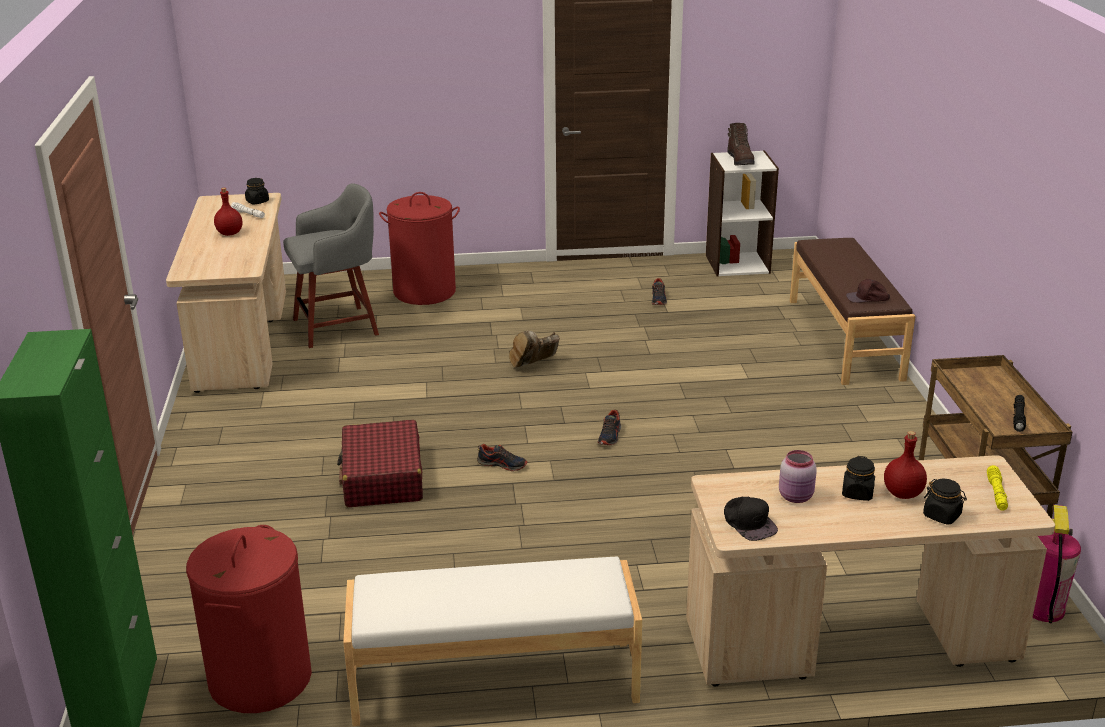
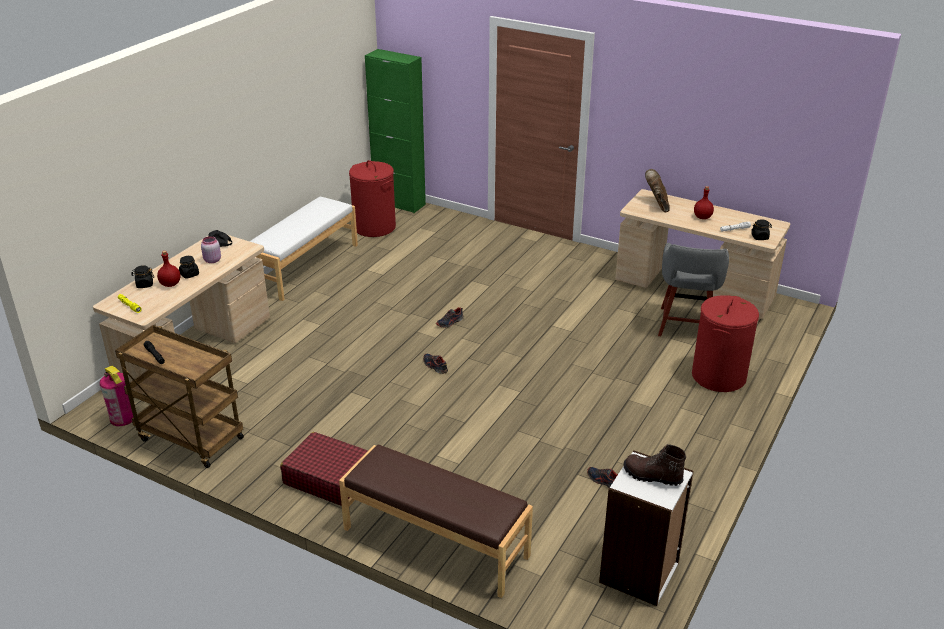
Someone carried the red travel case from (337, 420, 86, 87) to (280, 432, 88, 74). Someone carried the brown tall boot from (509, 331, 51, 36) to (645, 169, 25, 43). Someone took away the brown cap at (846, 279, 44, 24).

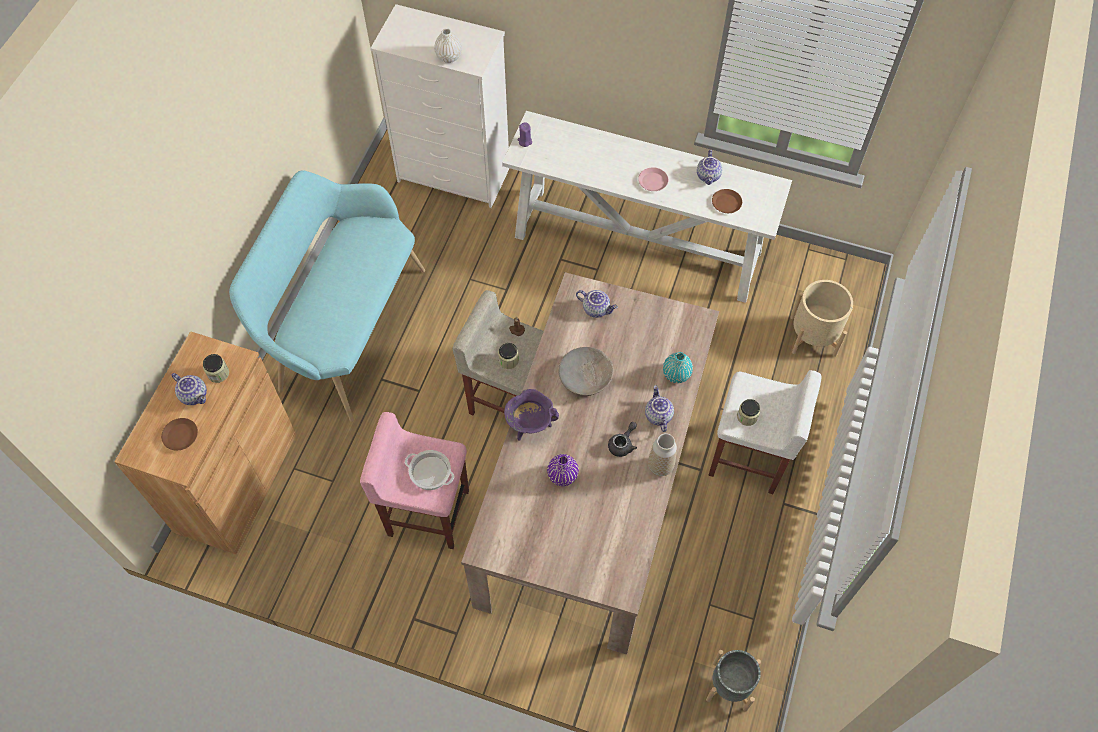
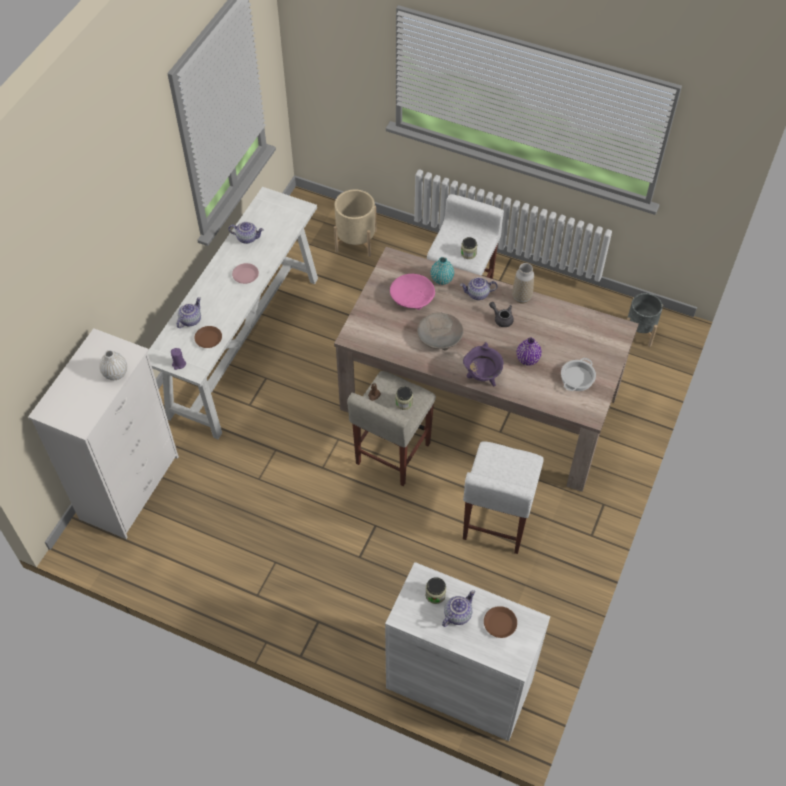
Someone carried the pot for tea from (576, 290, 42, 28) to (177, 297, 24, 31). Someone carried the brown flat dish from (712, 189, 30, 24) to (194, 326, 28, 22). Someone repainted the brown cabinet at (114, 331, 182, 223), which became the white-coloured cabinet at (385, 562, 165, 179). Someone put down the pink-coloured deep dish at (390, 274, 45, 36). Someone repainted the pink-coloured stool seat at (360, 412, 109, 137), which became the white-coloured stool seat at (463, 441, 81, 113). Someone carried the stockpot from (405, 450, 49, 40) to (561, 358, 35, 33). Someone took away the turquoise-coloured long seat at (229, 170, 196, 252).

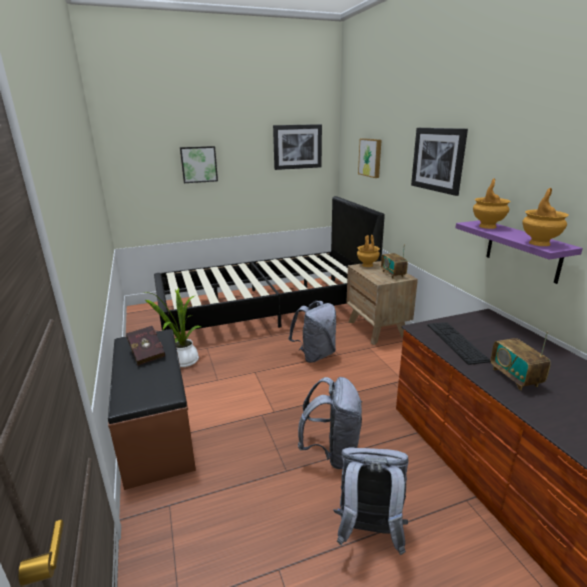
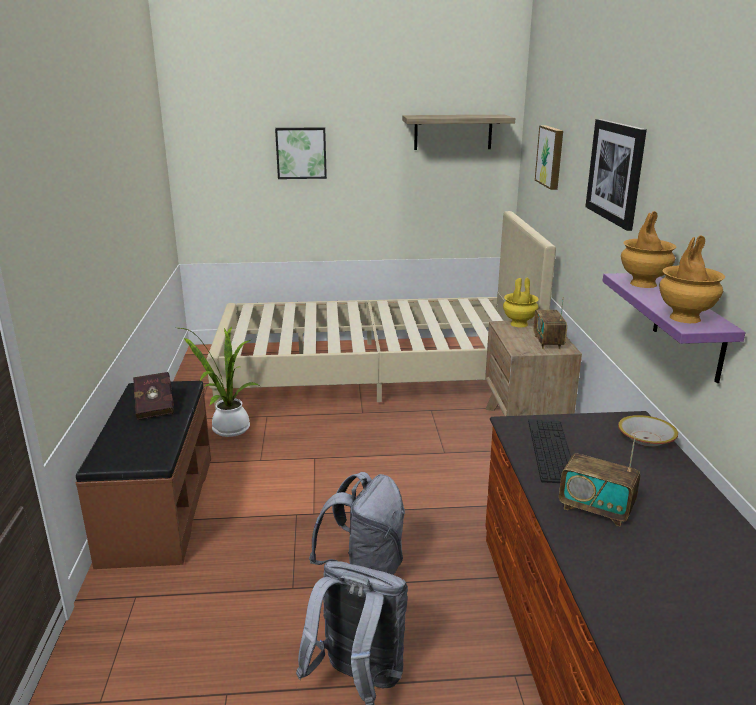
Someone repainted the black-coloured bedroom bed at (154, 196, 231, 136), which became the beige bedroom bed at (206, 211, 350, 199). Someone swapped the wall art at (273, 124, 49, 46) for the wall shelf at (402, 115, 113, 35). Someone repainted the brown flower vase at (357, 235, 23, 32), which became the yellow-coloured flower vase at (503, 278, 36, 49). Someone rotated the radio at (491, 331, 60, 59) by 60 degrees counterclockwise. Someone put down the deep dish at (618, 415, 60, 32). Someone took away the grey rucksack at (288, 301, 48, 62).

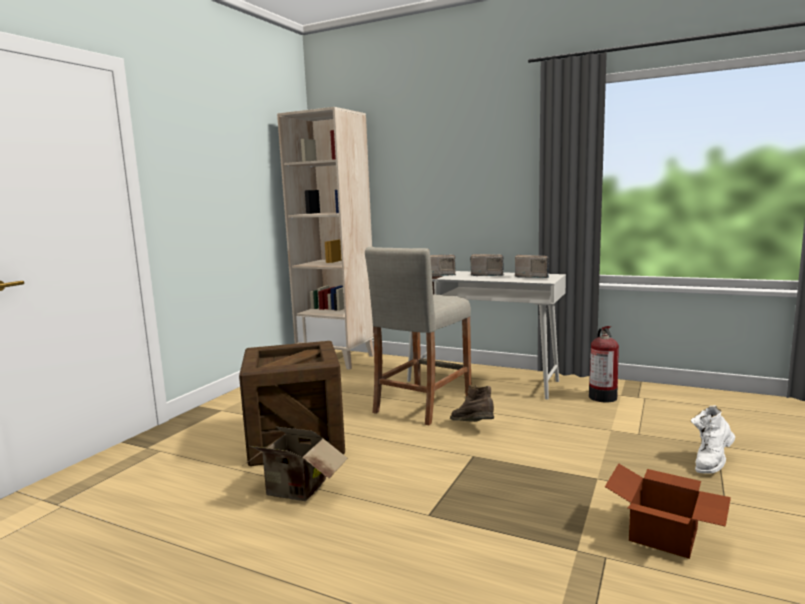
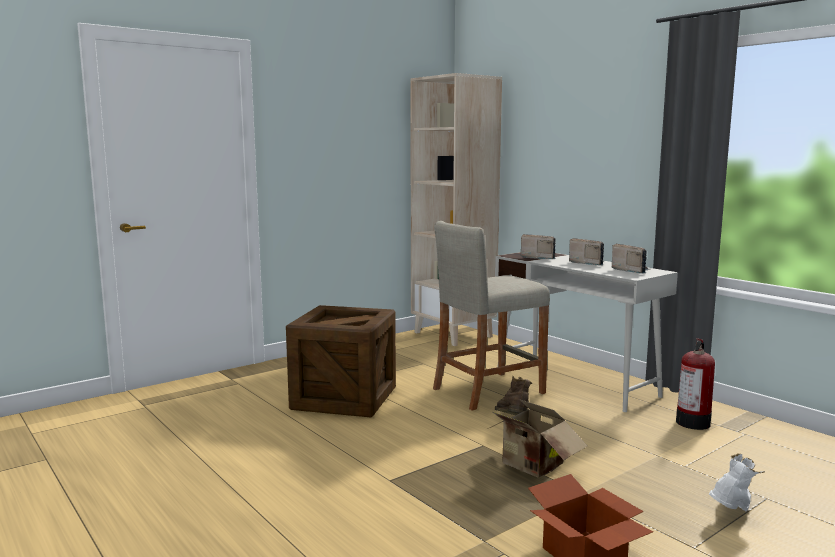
Someone carried the carton from (244, 426, 104, 75) to (488, 399, 99, 79). Someone rotated the white-coloured tall boot at (691, 405, 44, 69) by 150 degrees clockwise.

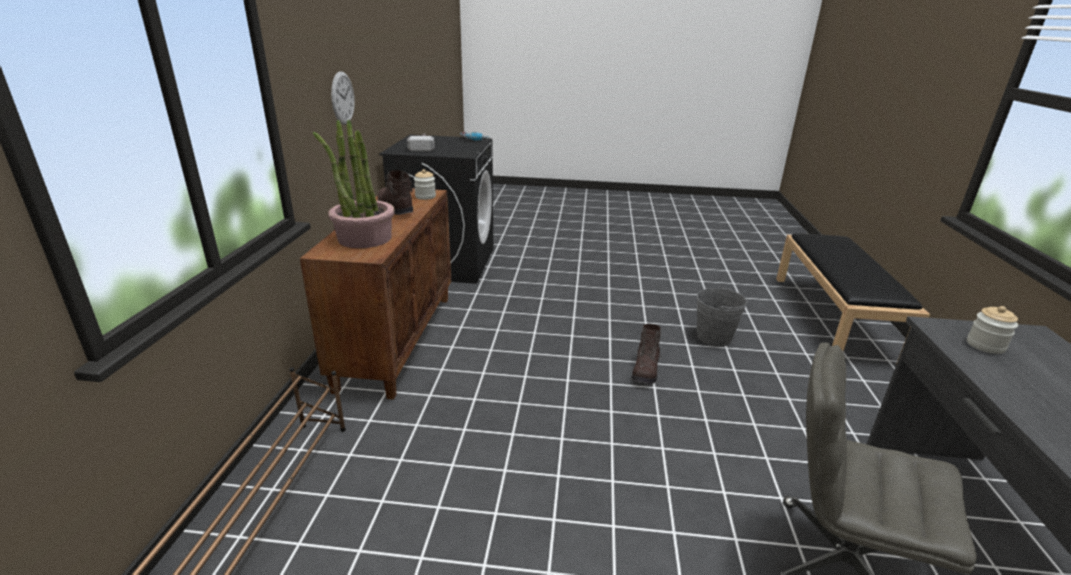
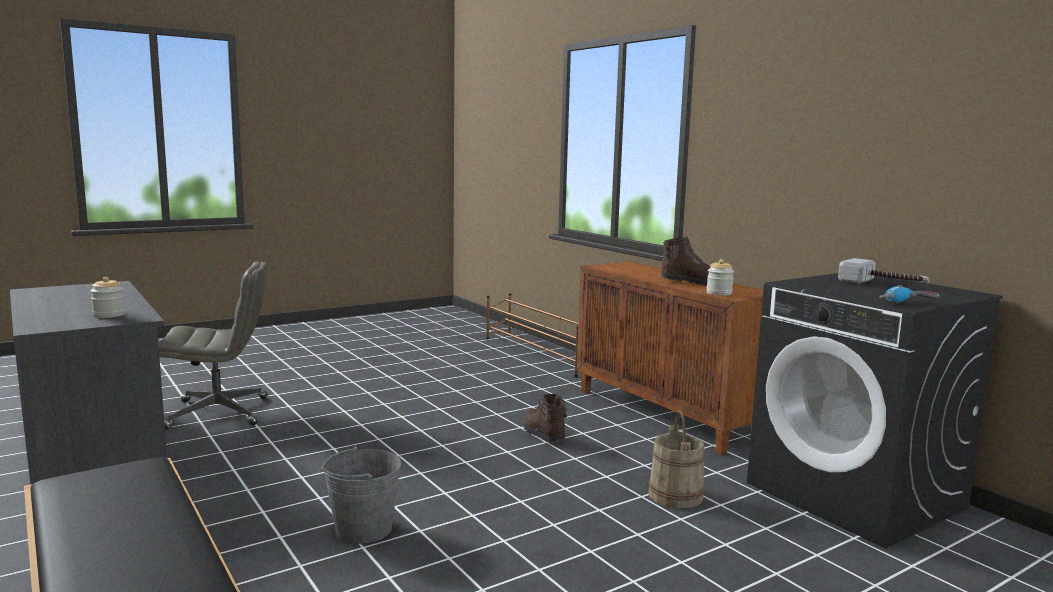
Someone carried the brown tall boot from (631, 324, 30, 60) to (524, 394, 43, 49). Someone put down the beige pail at (648, 411, 57, 97). Someone took away the plant in a pot at (313, 119, 82, 129). Someone took away the clock on the wall at (331, 71, 24, 54).

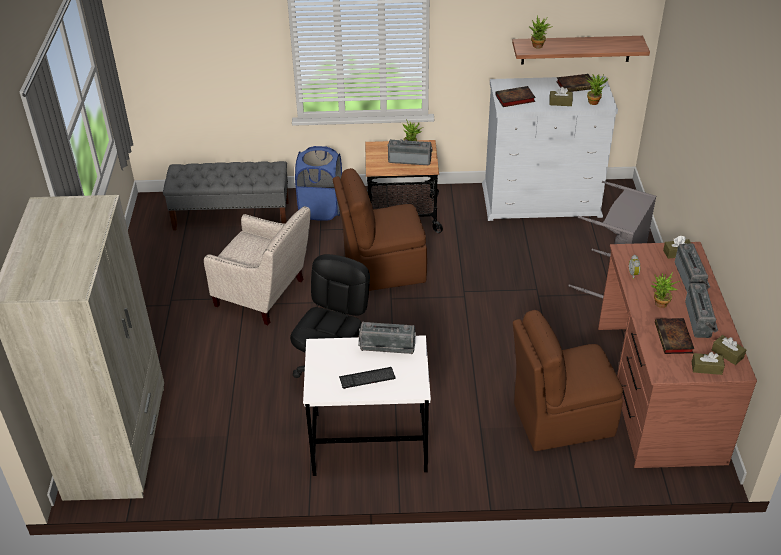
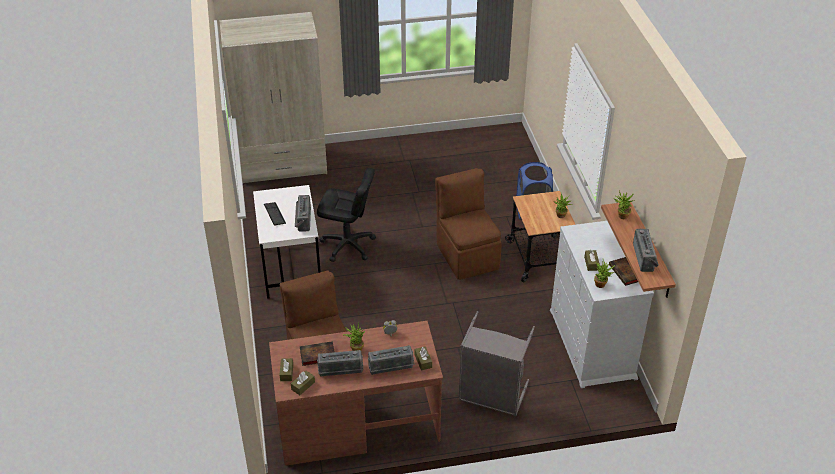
Someone carried the radio from (387, 139, 45, 26) to (633, 229, 26, 43). Someone took away the grey long seat at (163, 161, 126, 70). Someone took away the beige easy chair at (204, 206, 106, 119). Someone took away the bound book at (495, 86, 41, 21).

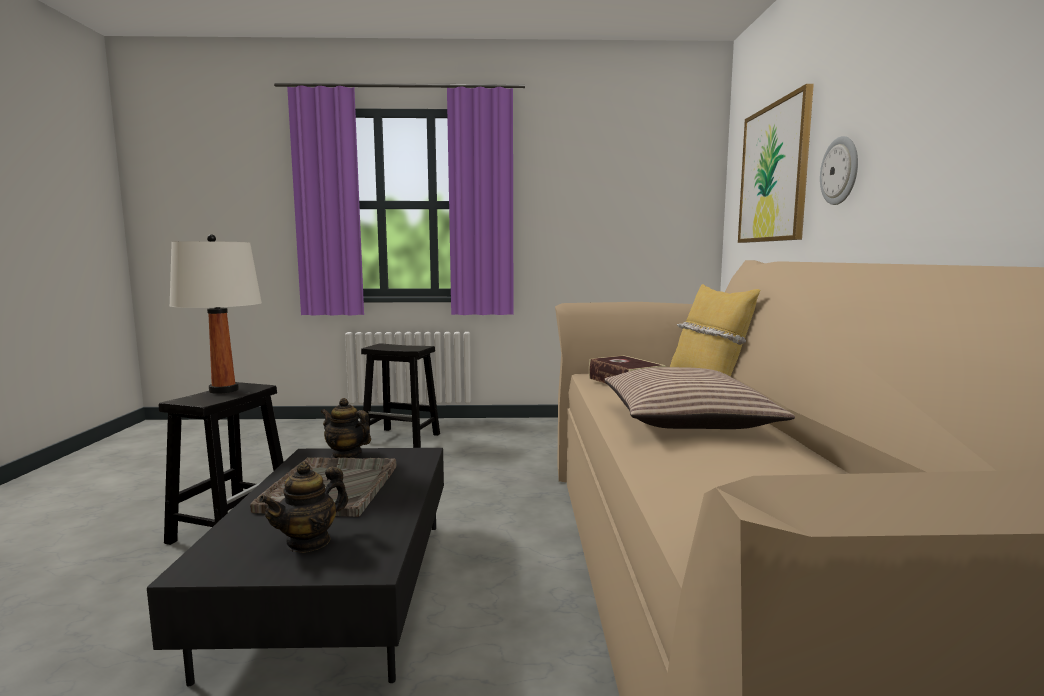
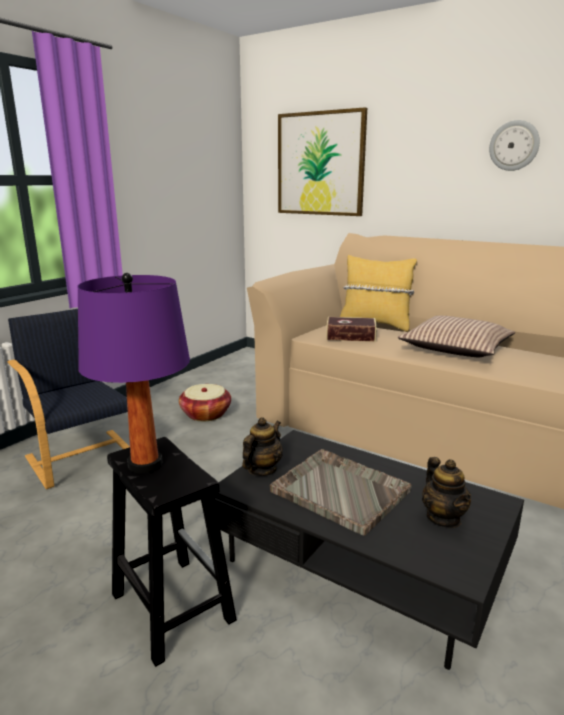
Someone swapped the black-coloured stool seat at (361, 343, 79, 105) for the black-coloured easy chair at (7, 309, 123, 180). Someone repainted the white-coloured table lamp at (170, 234, 92, 160), which became the purple table lamp at (77, 273, 113, 200). Someone put down the basket at (179, 384, 52, 37). Someone rotated the pot for tea at (321, 398, 50, 60) by 150 degrees clockwise. Someone carried the clock on the wall from (820, 136, 38, 69) to (489, 120, 51, 51).

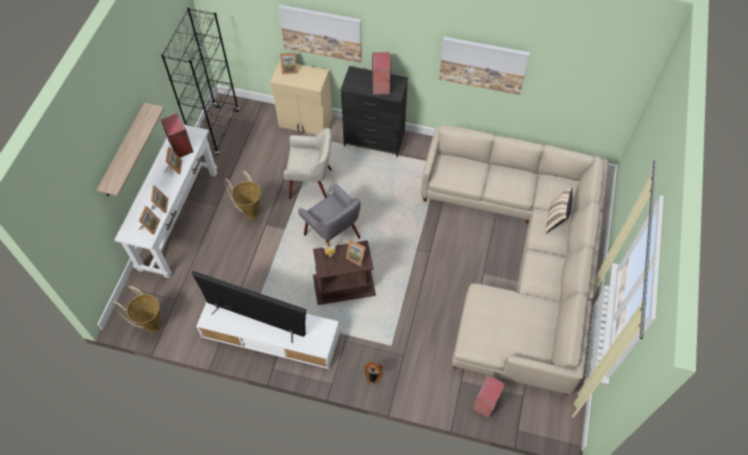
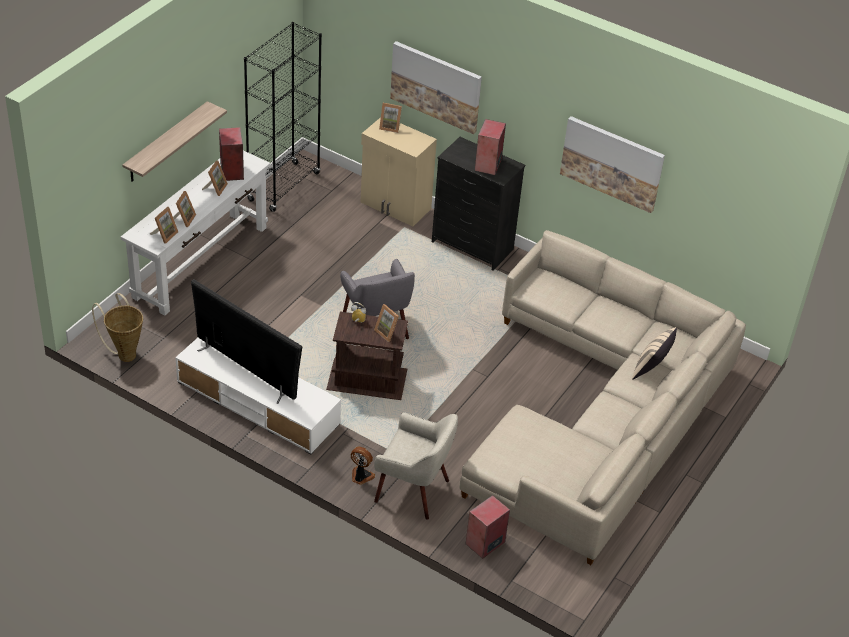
Someone carried the beige easy chair from (283, 128, 49, 71) to (374, 412, 84, 108). Someone took away the basket at (225, 170, 36, 50).

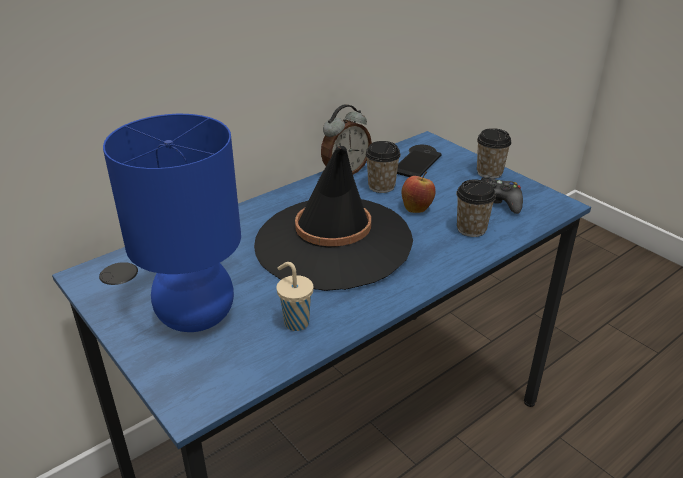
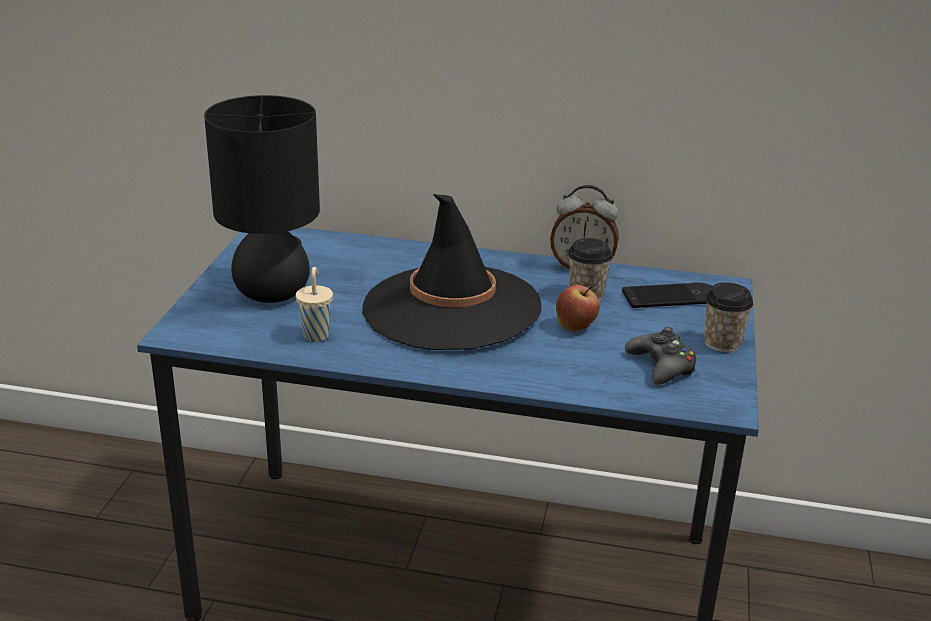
Someone repainted the bluish table lamp at (103, 114, 138, 218), which became the black-coloured table lamp at (204, 95, 116, 208). Someone took away the drinking cup at (456, 179, 40, 58).

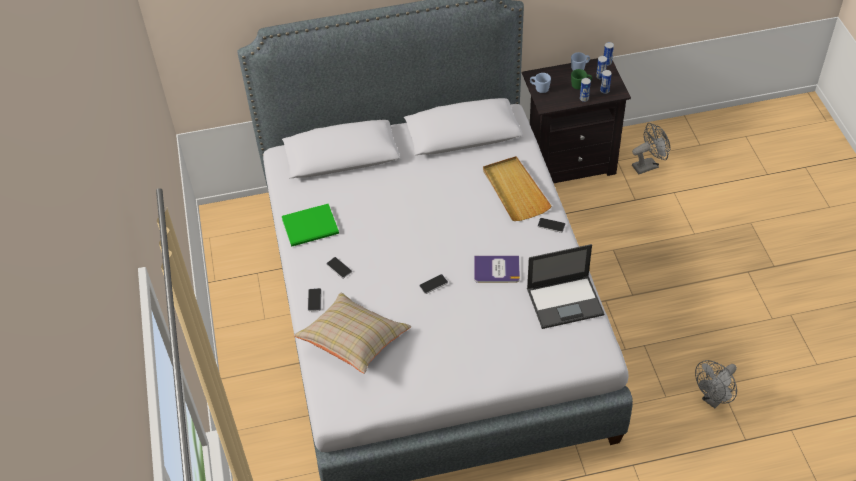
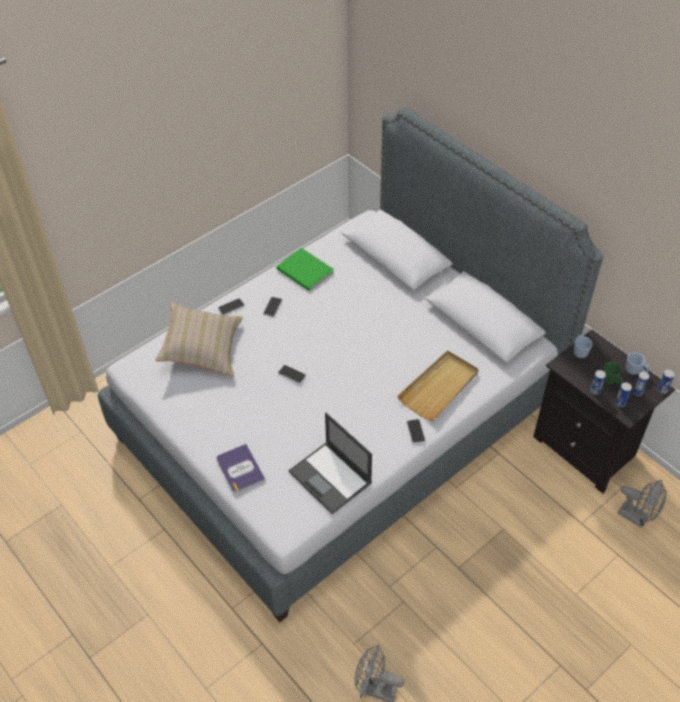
Someone carried the bound book from (474, 256, 46, 27) to (217, 444, 48, 49).

